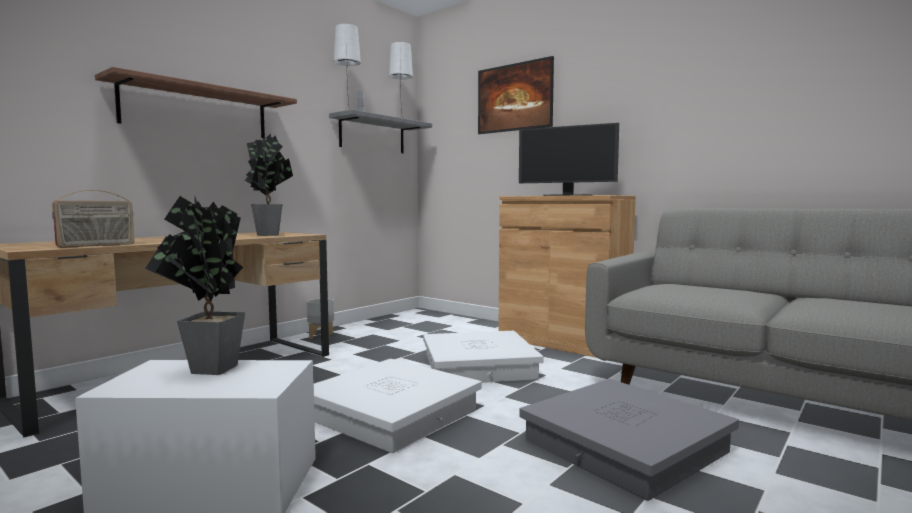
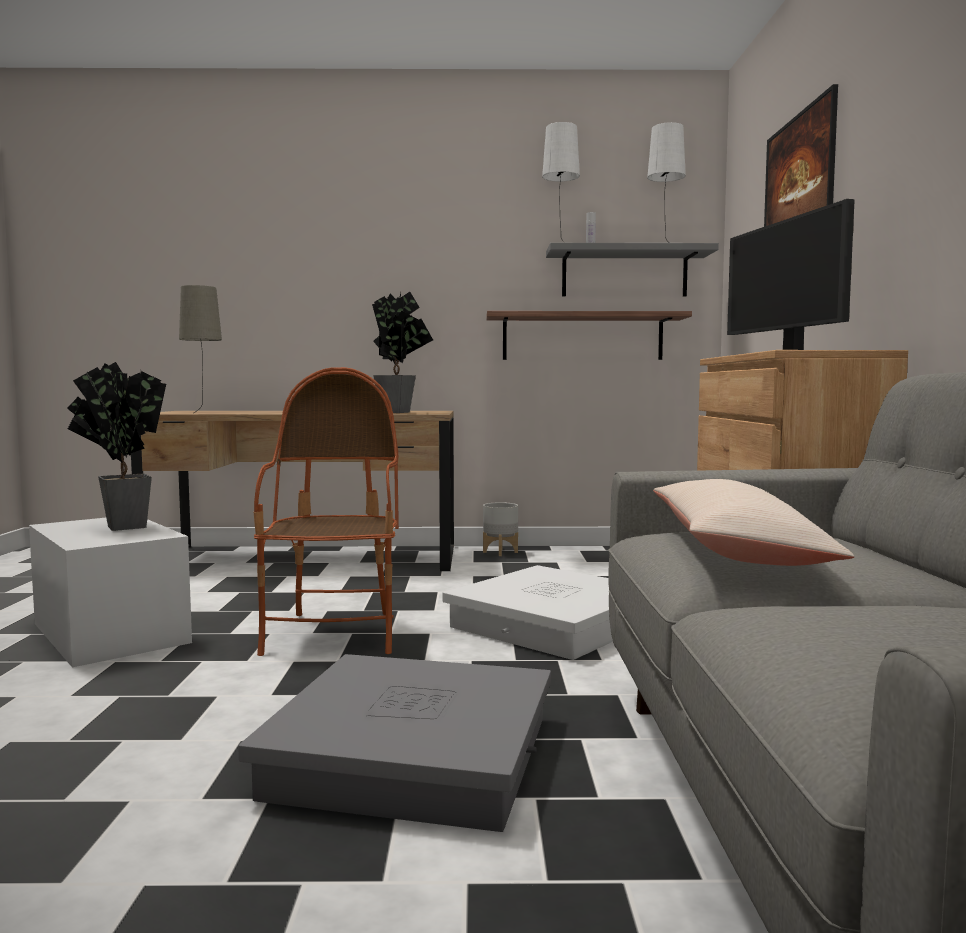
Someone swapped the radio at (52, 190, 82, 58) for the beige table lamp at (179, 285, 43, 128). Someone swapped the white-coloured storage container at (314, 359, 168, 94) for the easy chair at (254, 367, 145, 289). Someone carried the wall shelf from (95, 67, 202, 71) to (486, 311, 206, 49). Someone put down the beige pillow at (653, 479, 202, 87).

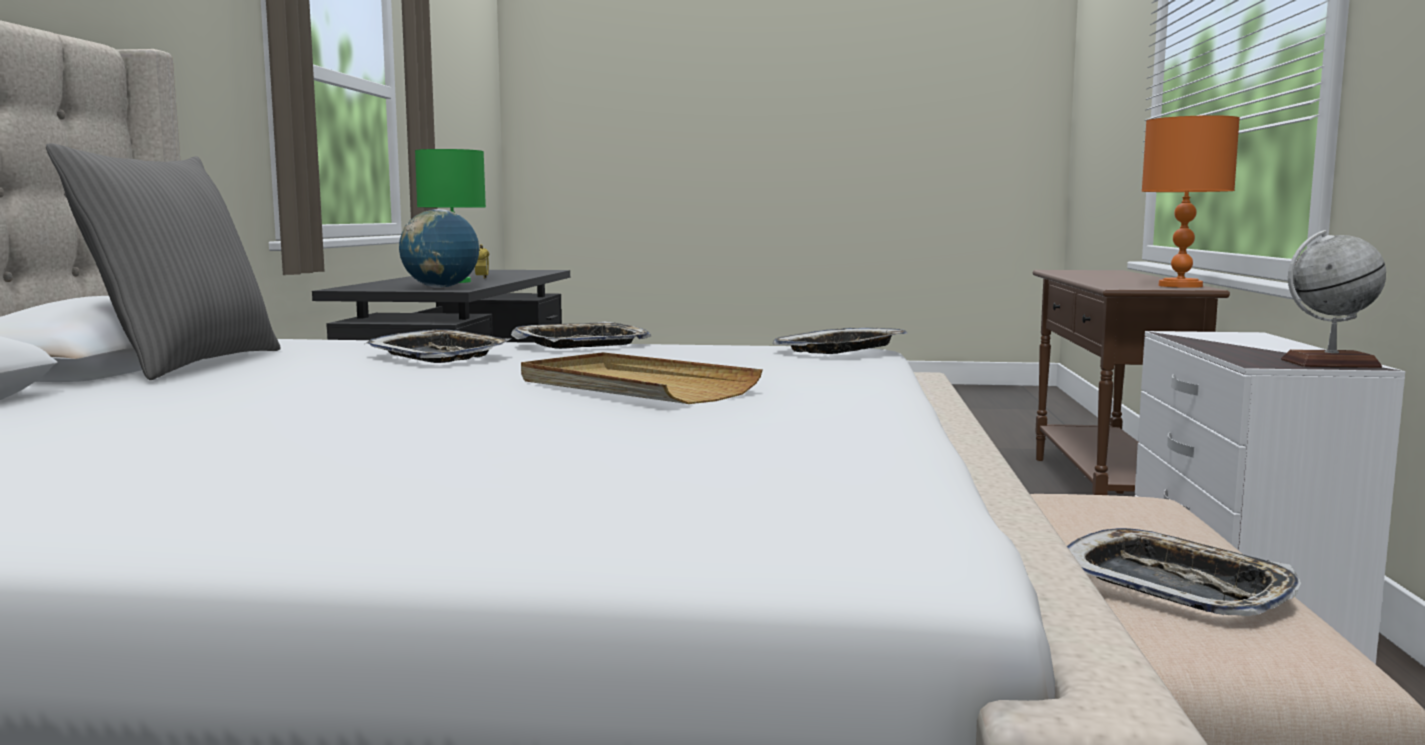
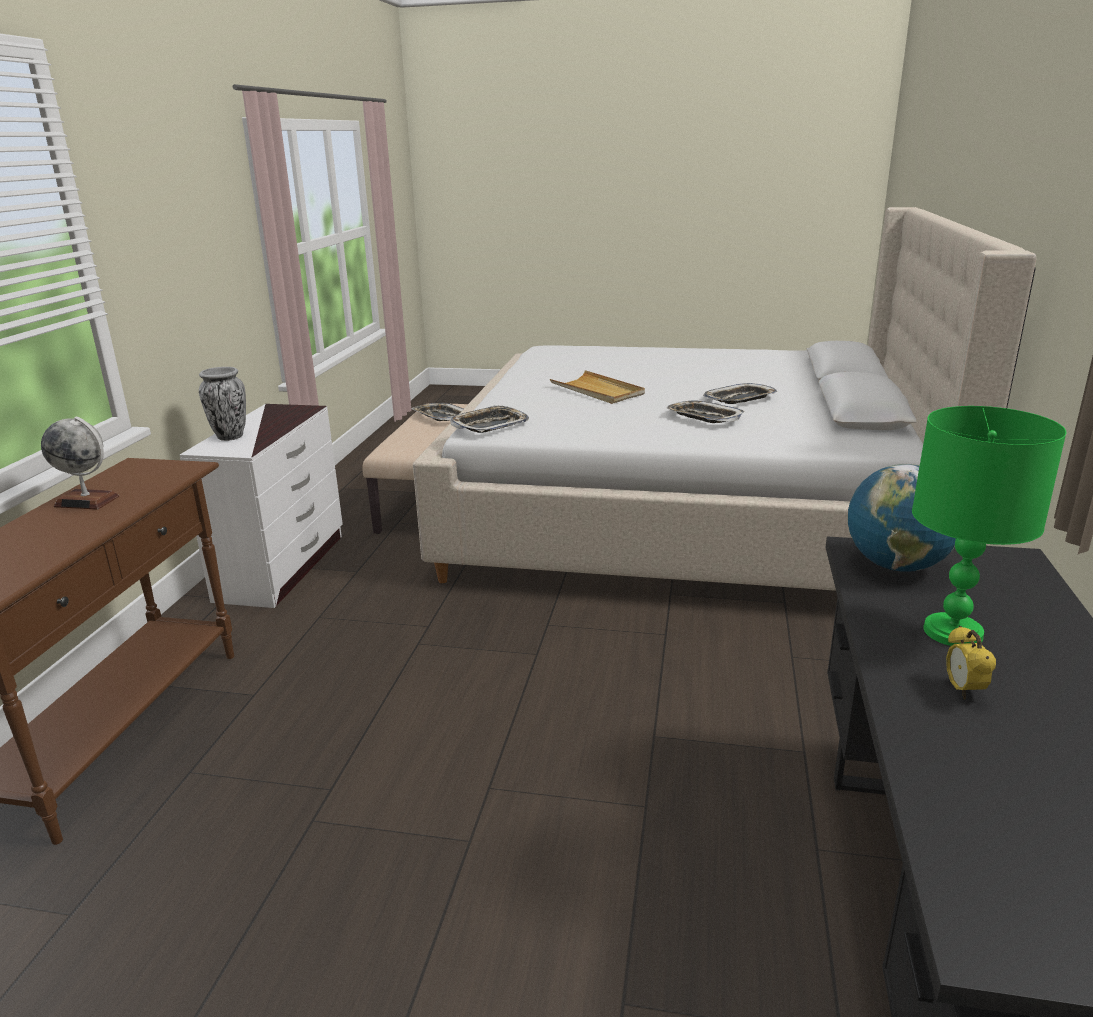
Someone carried the world globe from (1281, 230, 105, 138) to (41, 417, 78, 93). Someone put down the flower vase at (199, 367, 47, 74). Someone carried the carrying tray from (511, 322, 140, 27) to (703, 383, 74, 21). Someone took away the grey pillow at (46, 143, 235, 237). Someone took away the orangey table lamp at (1141, 115, 99, 173).

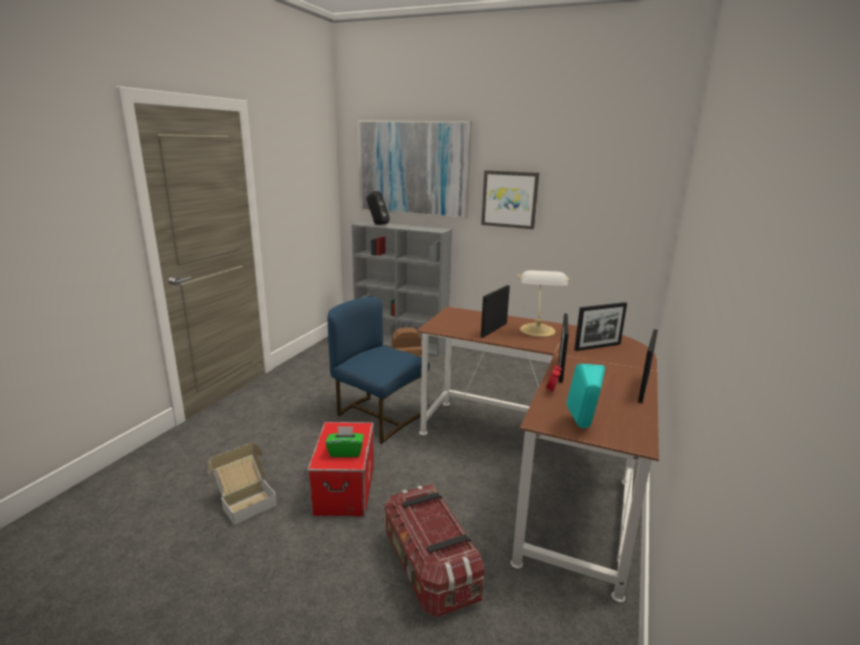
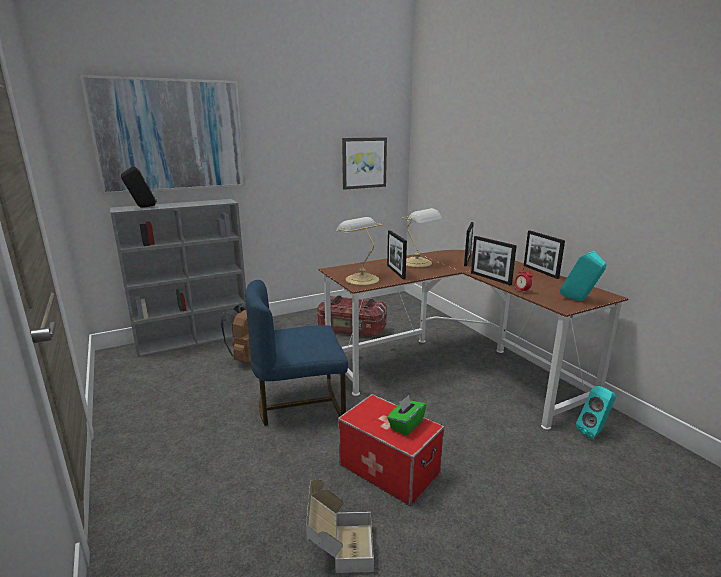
Someone carried the storage container from (385, 484, 99, 133) to (317, 295, 70, 43). Someone put down the table lamp at (336, 217, 46, 68). Someone carried the wall art from (481, 170, 58, 59) to (342, 137, 45, 53). Someone put down the turquoise-coloured loudspeaker at (576, 386, 40, 53).

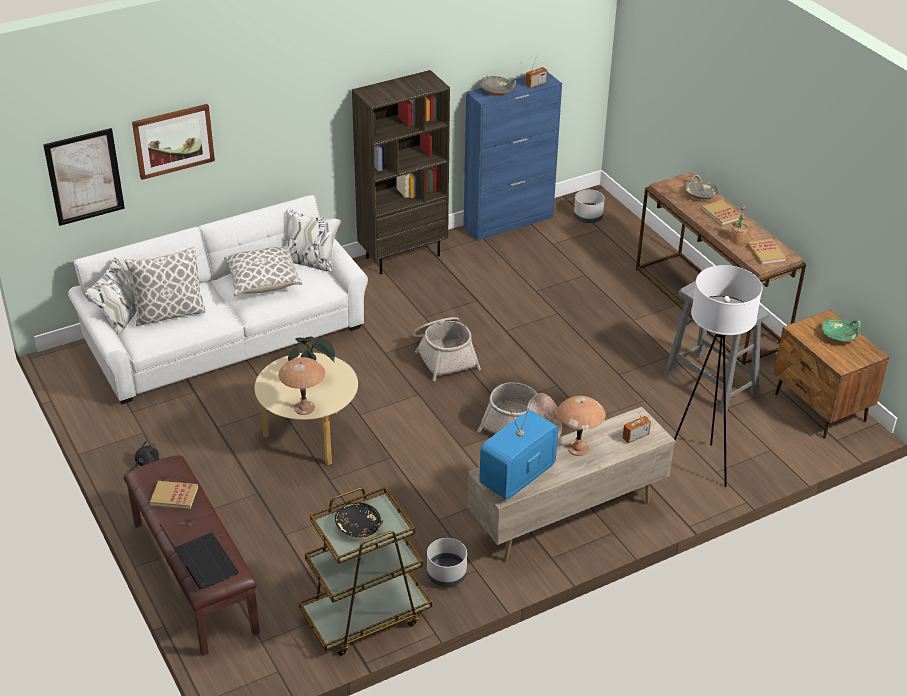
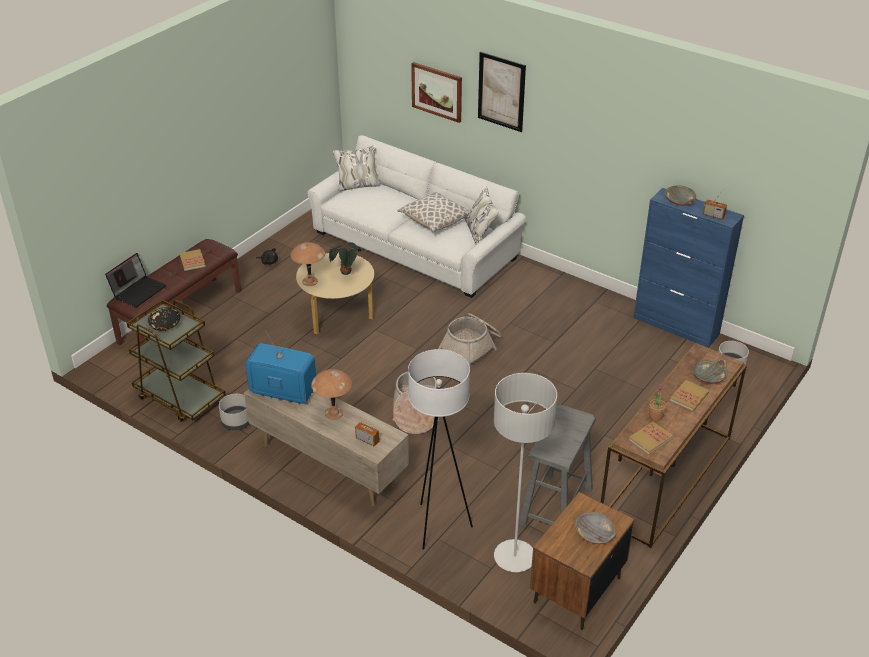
Someone carried the wall art from (43, 128, 82, 98) to (478, 52, 48, 80). Someone put down the grey standing lamp at (494, 373, 63, 199). Someone repainted the greenish deep dish at (821, 319, 40, 24), which became the grey deep dish at (575, 512, 42, 32). Someone took away the pillow at (125, 247, 81, 79). Someone took away the brown bookcase at (352, 70, 98, 204).

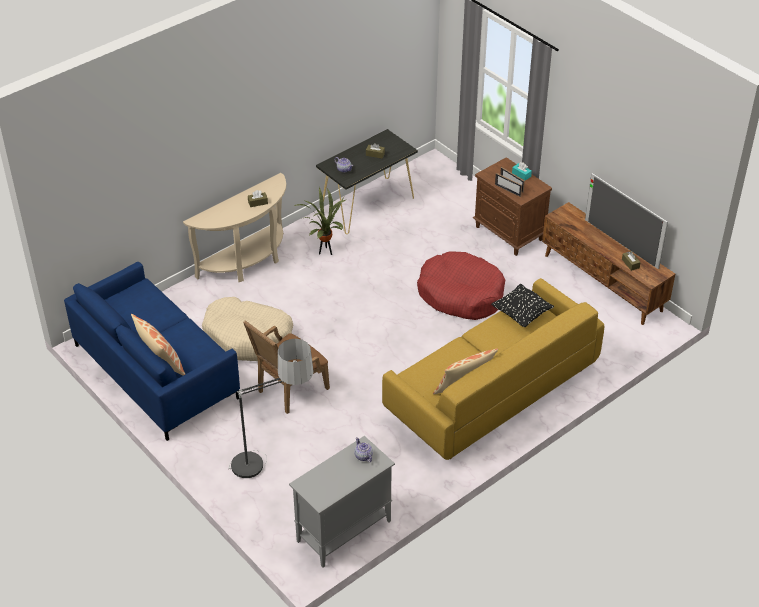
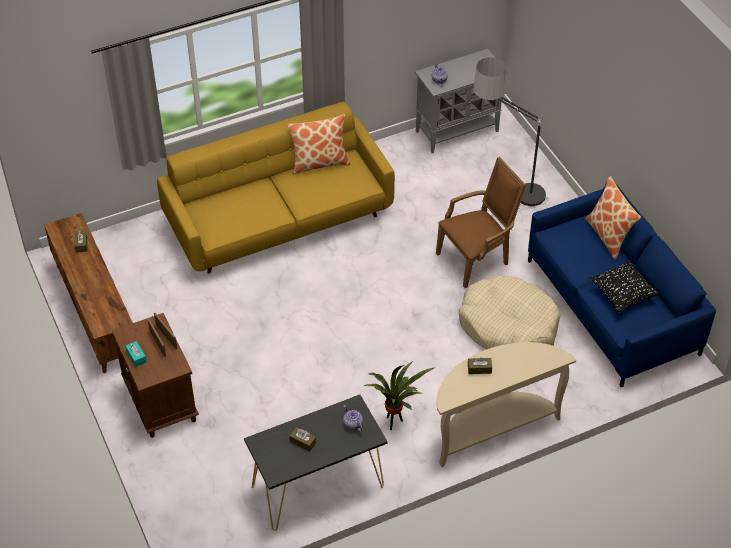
Someone carried the black-coloured pillow from (491, 284, 63, 43) to (590, 261, 69, 52). Someone took away the red pet bed at (417, 251, 88, 69). Someone took away the TV at (585, 173, 83, 96).

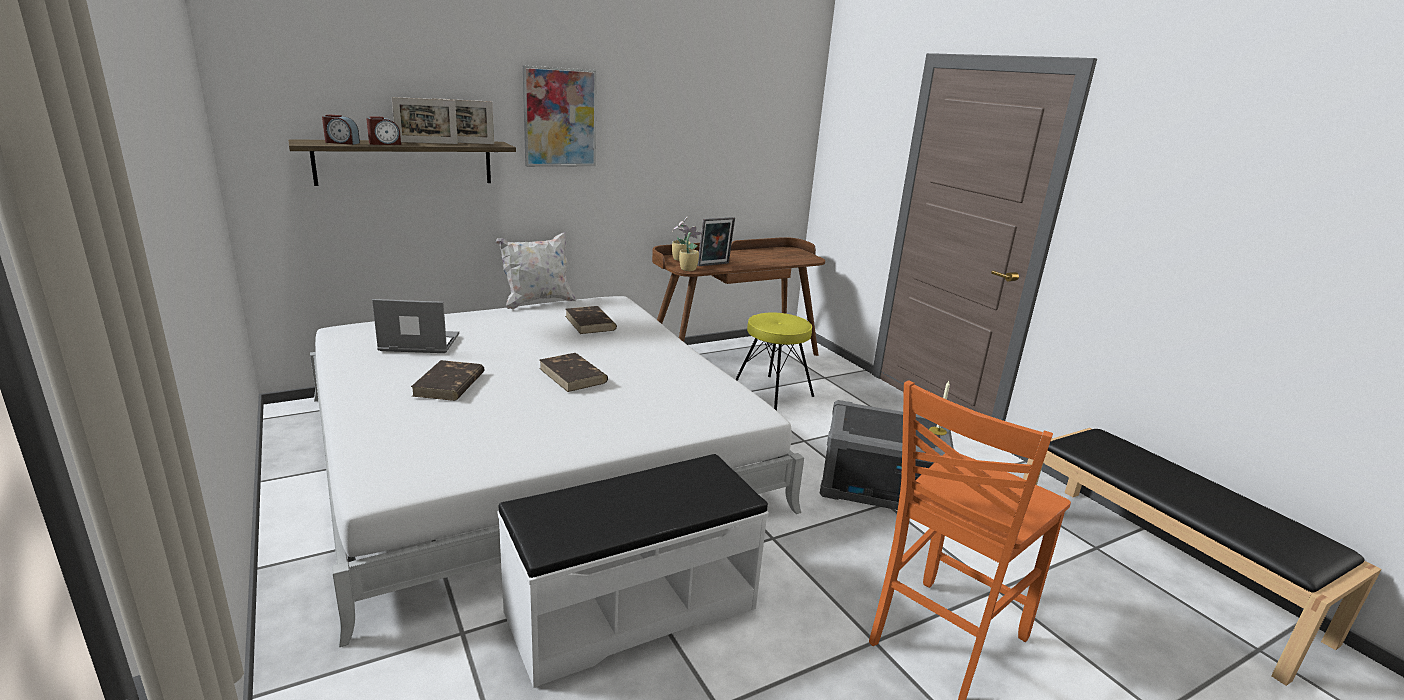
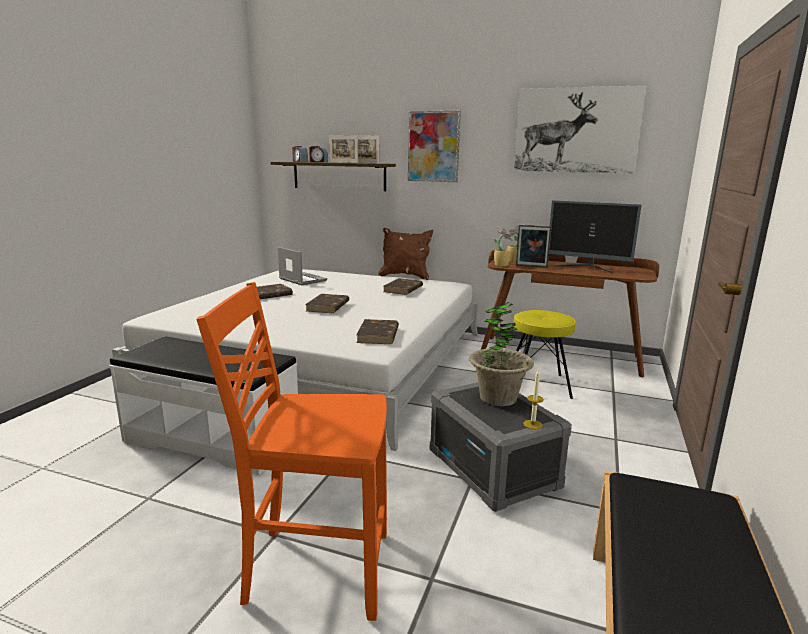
Someone put down the brown bound book at (356, 319, 43, 25). Someone repainted the white-coloured pillow at (495, 232, 81, 77), which became the brown pillow at (378, 228, 55, 52). Someone put down the plant in a pot at (469, 302, 65, 104). Someone put up the wall art at (514, 85, 133, 89). Someone put down the computer screen at (549, 200, 93, 74).

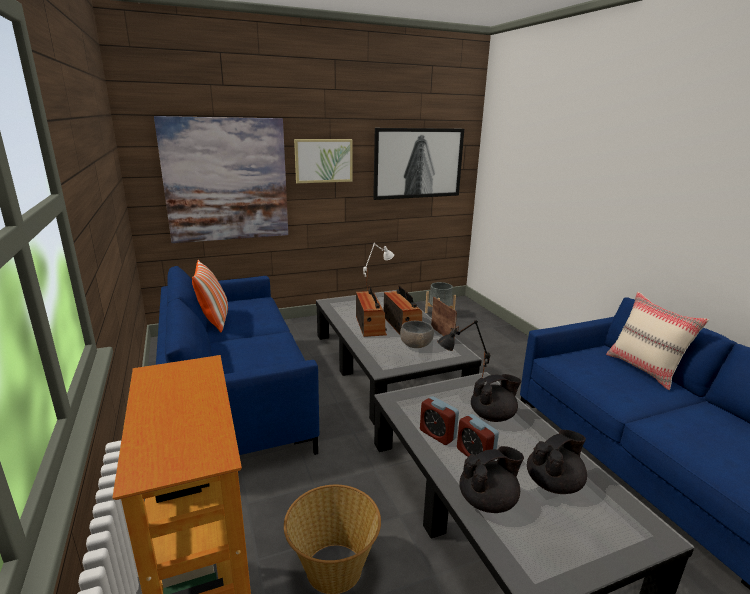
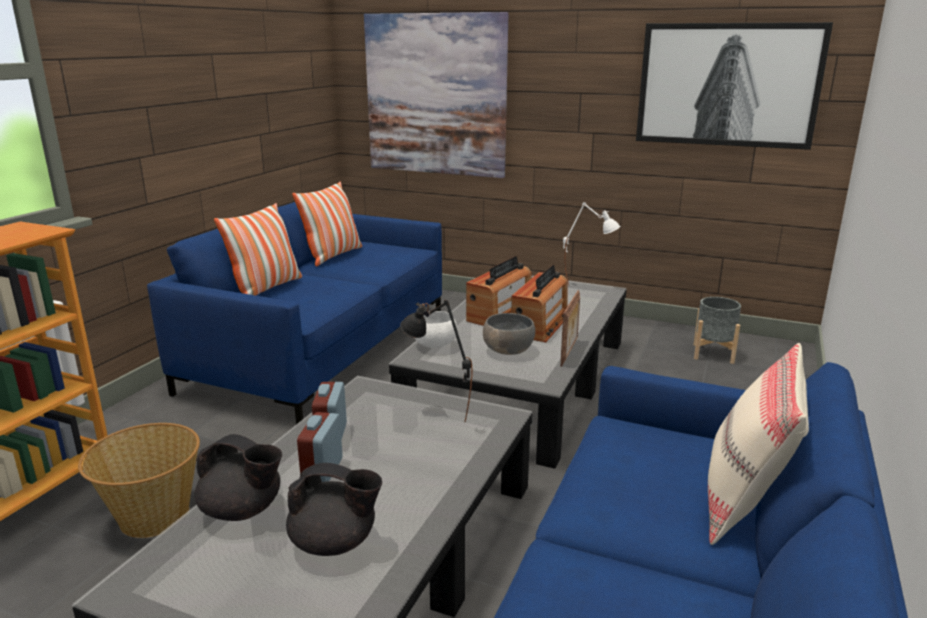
Someone put down the pillow at (214, 203, 88, 92). Someone put down the white-coloured deep dish at (415, 311, 42, 37). Someone took away the wall art at (294, 139, 59, 44). Someone took away the black-coloured pot for tea at (471, 374, 50, 48).

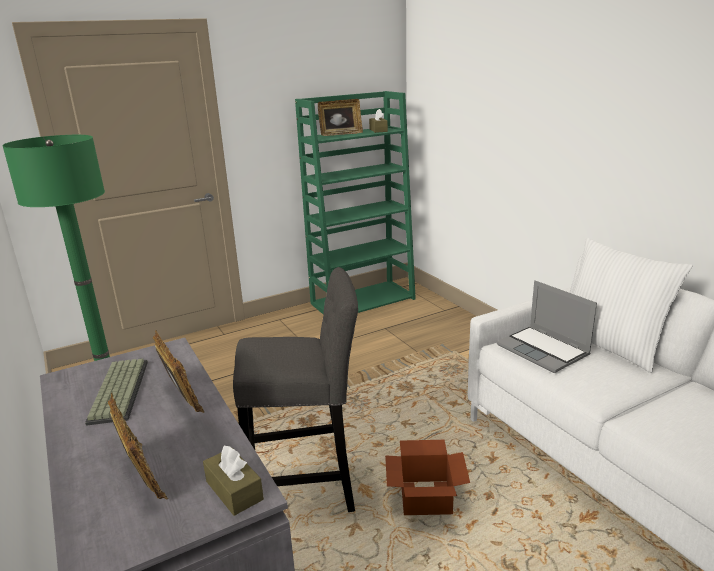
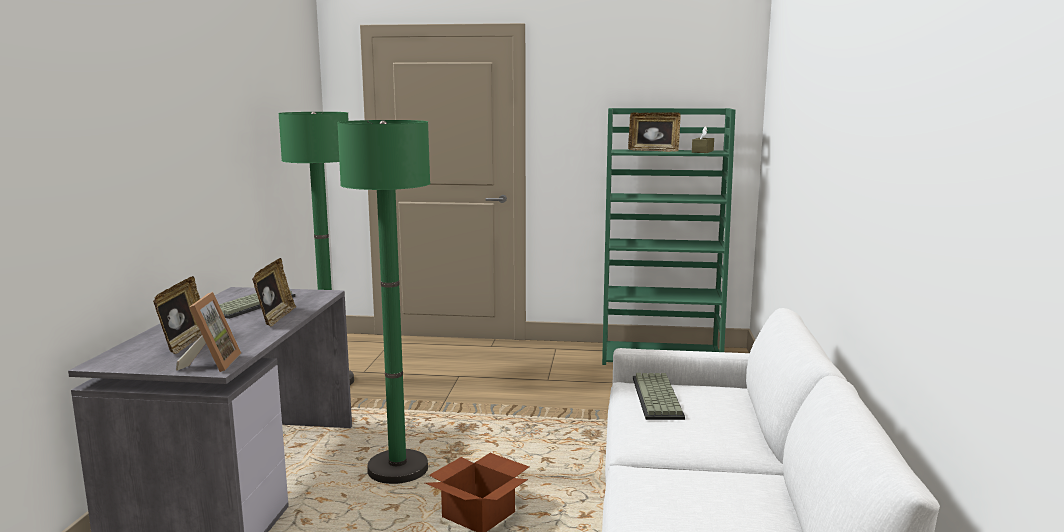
Someone swapped the brown tissue holder at (203, 446, 61, 70) for the photo frame at (176, 292, 65, 80). Someone swapped the grey stool seat at (233, 267, 125, 245) for the greenish standing lamp at (337, 120, 93, 364). Someone swapped the portable computer at (496, 280, 101, 93) for the computer keyboard at (633, 373, 52, 47). Someone took away the white-coloured pillow at (572, 238, 121, 135).

